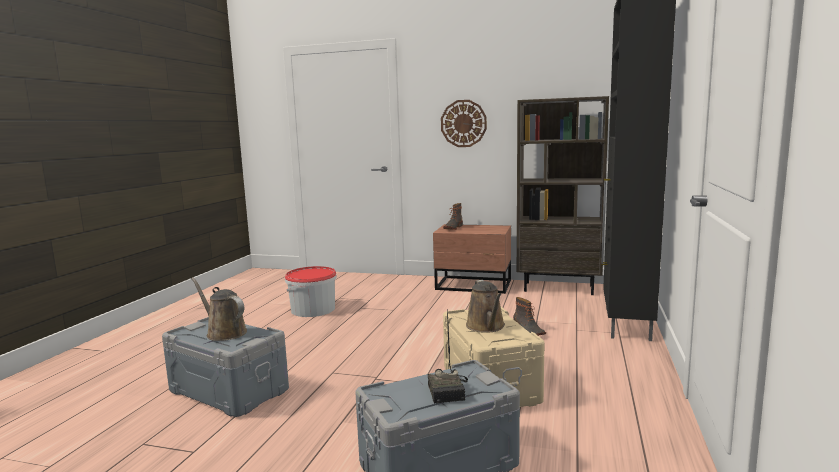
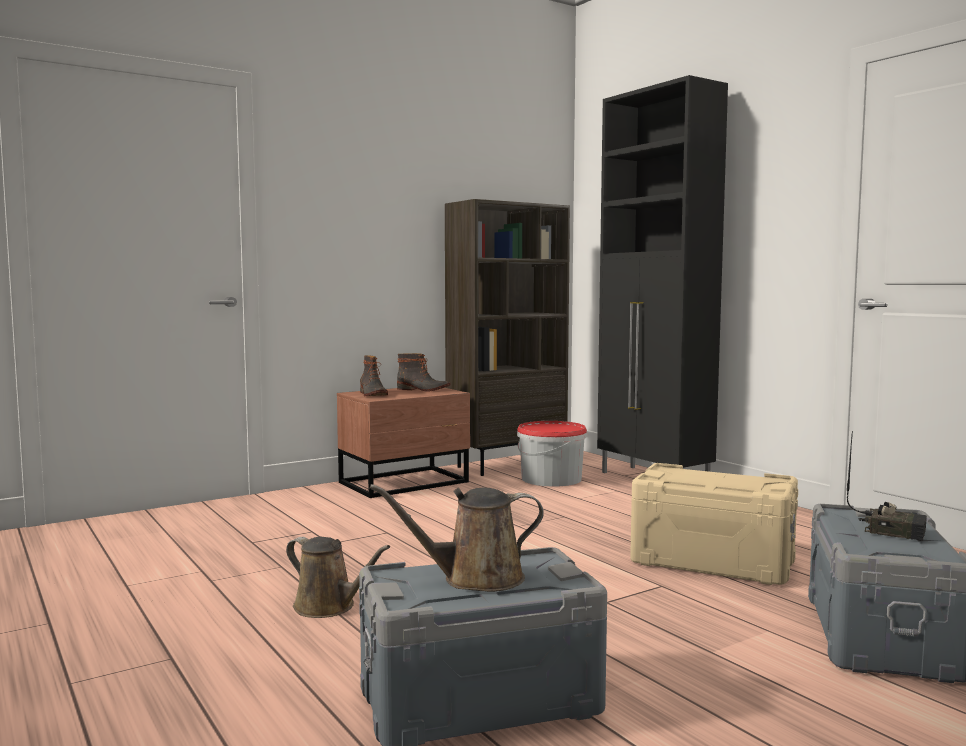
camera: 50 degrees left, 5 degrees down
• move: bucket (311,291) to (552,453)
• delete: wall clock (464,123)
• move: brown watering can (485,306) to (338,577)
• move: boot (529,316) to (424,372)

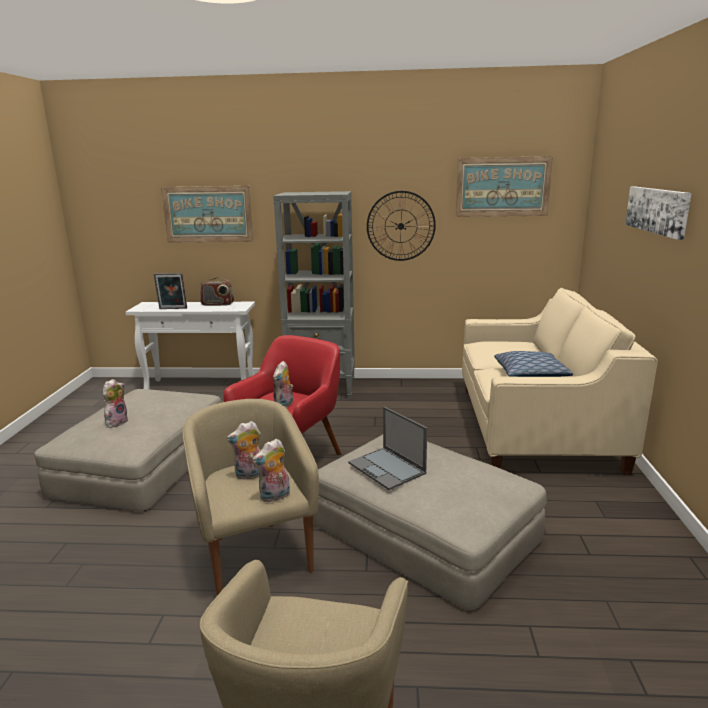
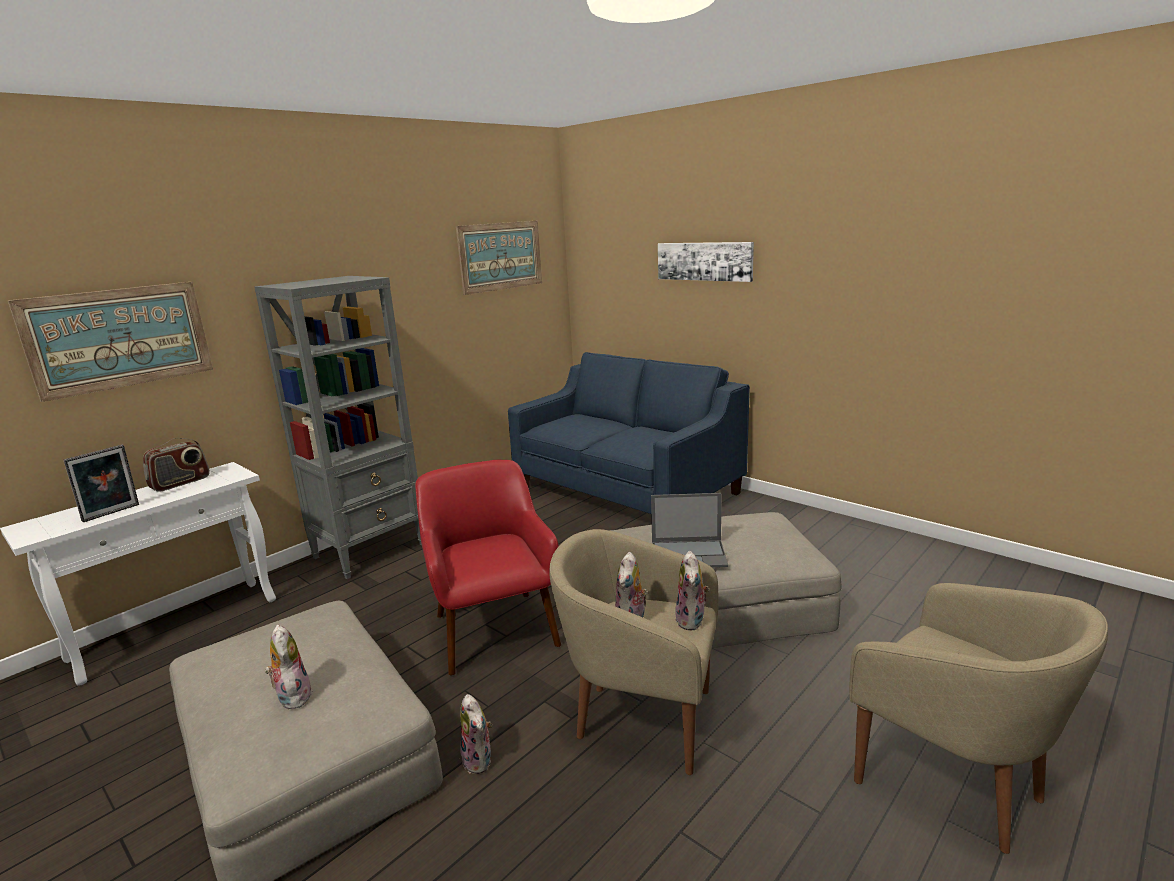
camera: 50 degrees left, 0 degrees up
• move: plush toy (283,384) to (476,734)
• delete: wall clock (401,226)
• recolor: beige sofa (560,381) to blue sofa (629,433)
• delete: pillow (533,364)

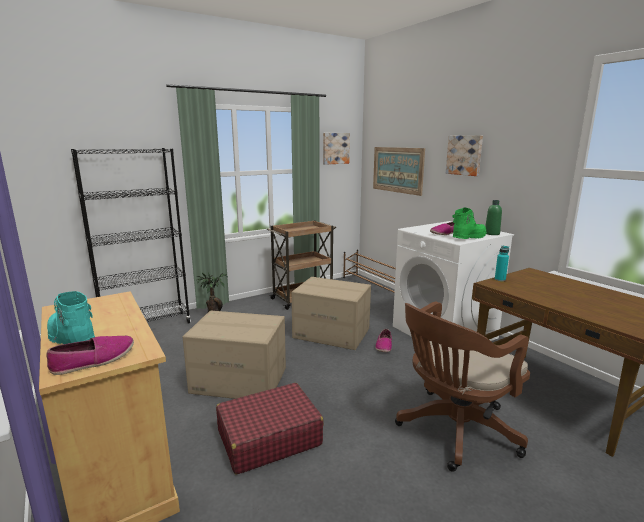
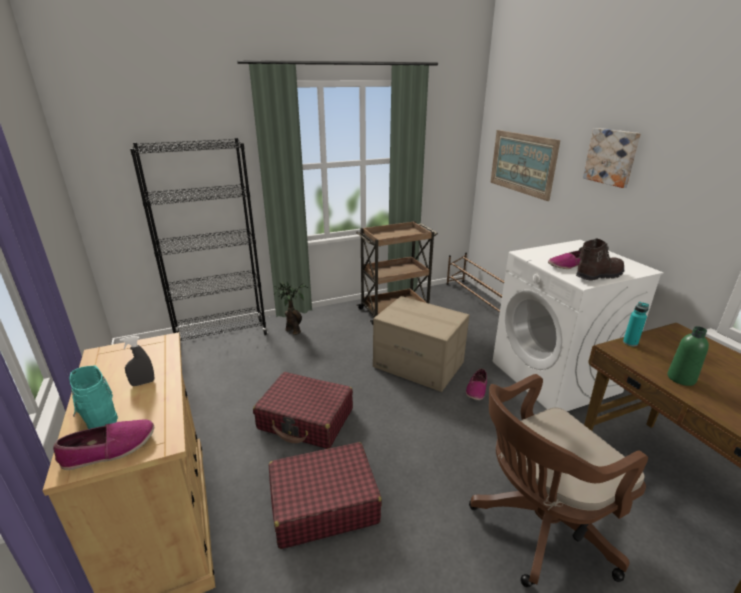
camera: 10 degrees right, 10 degrees up
• replace: cardboard box (234,355) to red suitcase (303,410)
• delete: picture (336,149)
• recolor: green boot (469,223) to brown boot (600,259)
• move: green bottle (493,217) to (688,356)
• insert: grey spray bottle (137,361)

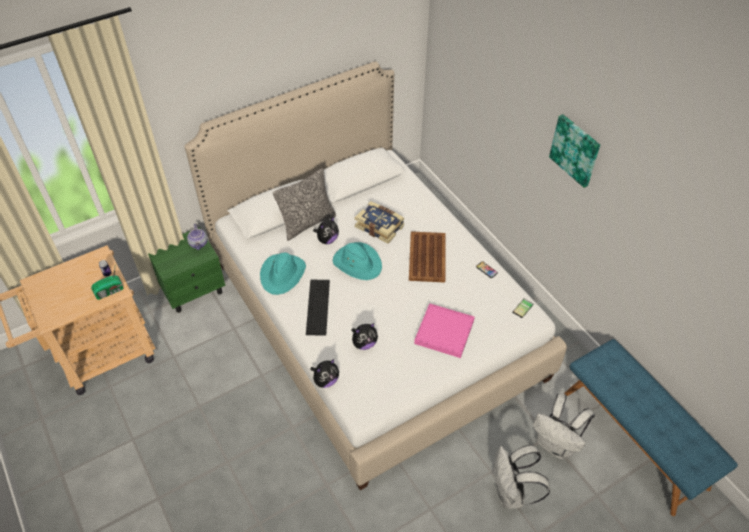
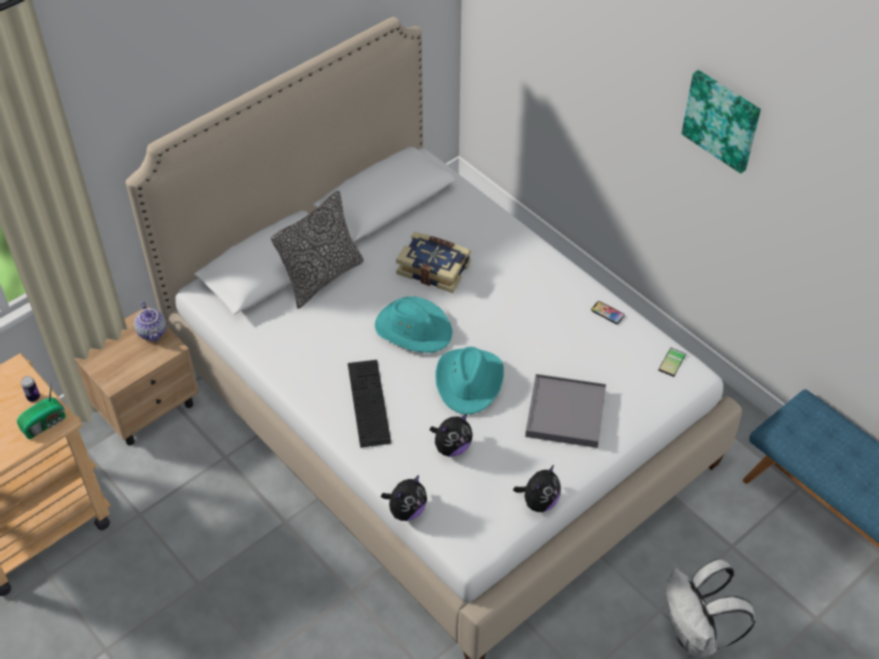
camera: 10 degrees left, 0 degrees up
• recolor: green nightstand (187,270) to beige nightstand (136,376)
• move: turquoise hat (283,274) to (470,381)
• move: plush toy (326,230) to (537,488)
• delete: brown tray (427,257)
• recolor: pink tray (444,330) to grey tray (565,411)
• delete: white backpack (564,426)

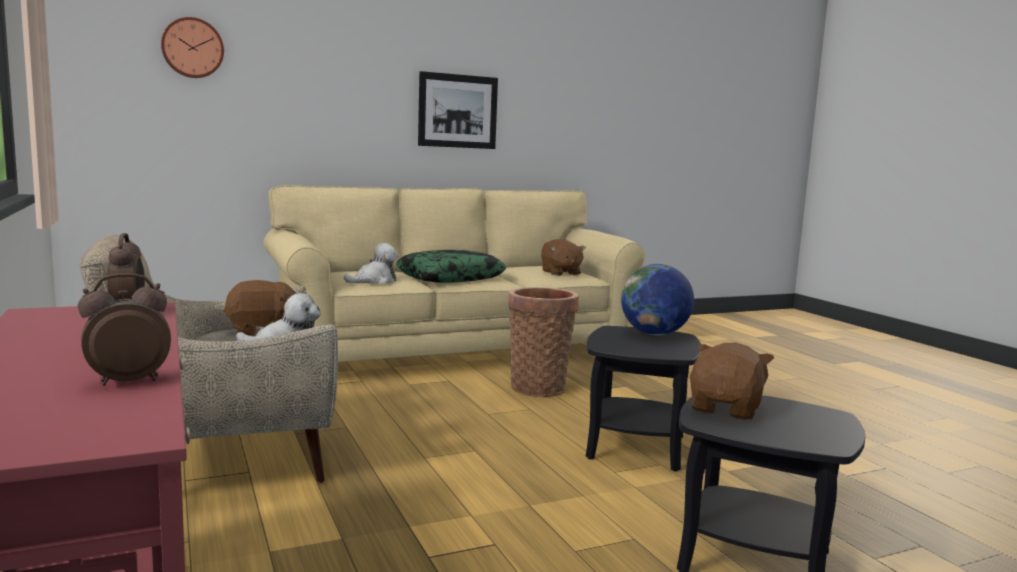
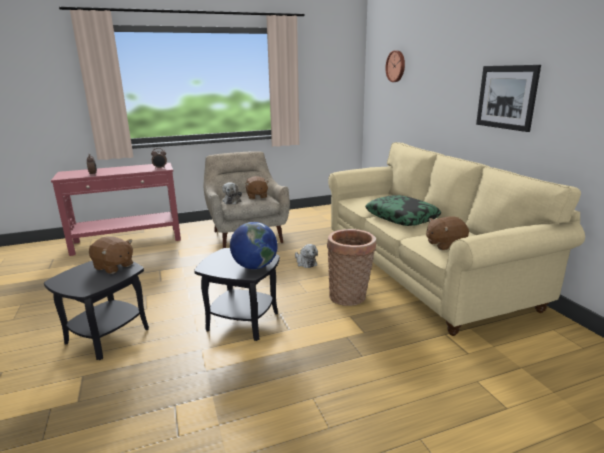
camera: 95 degrees right, 10 degrees up
• move: plush toy (371,263) to (306,256)

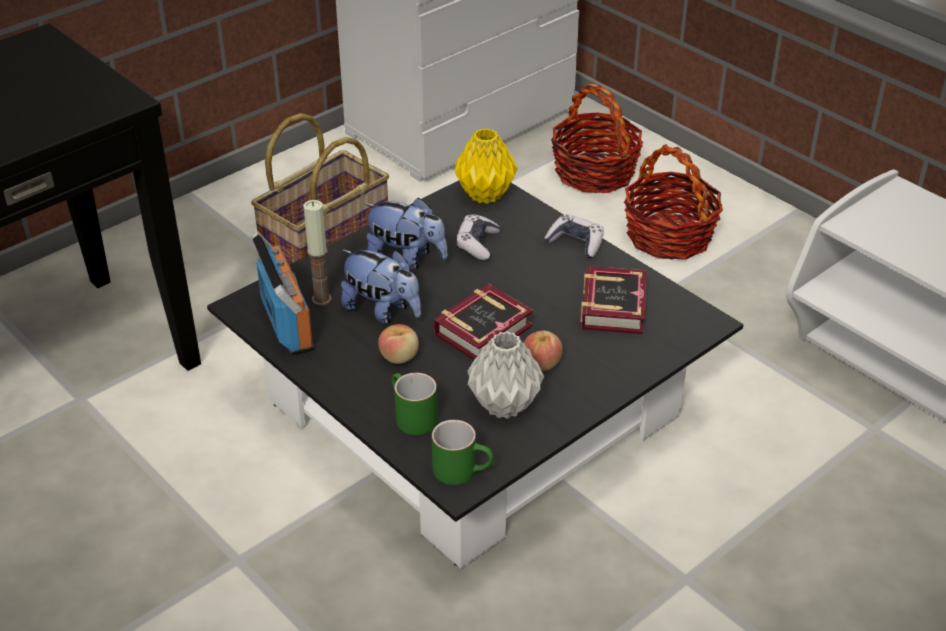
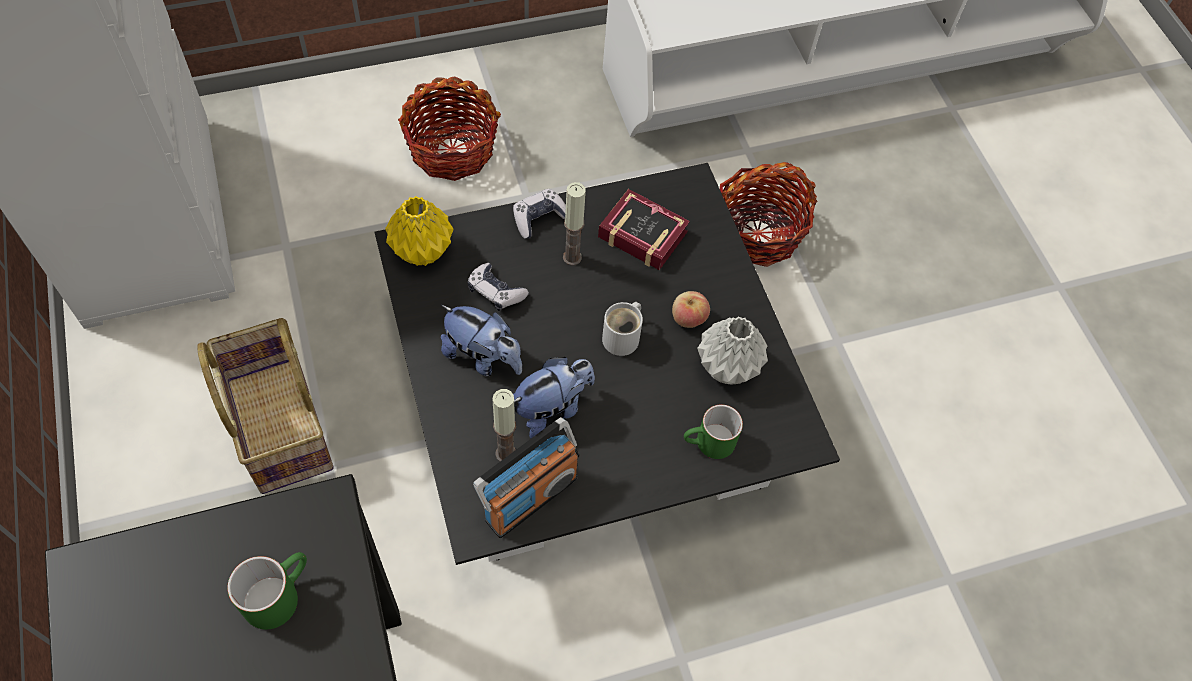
camera: 70 degrees left, 20 degrees up
• rotate: radio (282,293) = (526,477) 135 degrees clockwise
• rotate: plush toy (406,233) = (481,340) 75 degrees clockwise
• delete: apple (398,344)
• move: green mug (463,452) to (267,590)
• replace: book (483,322) to white mug (622,329)
• move: basket (597,138) to (769,214)
• insert: candle (574,224)

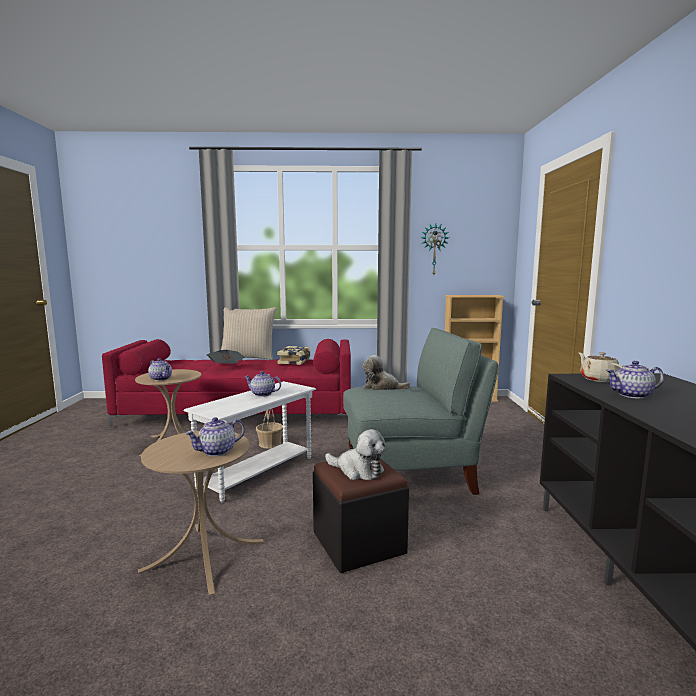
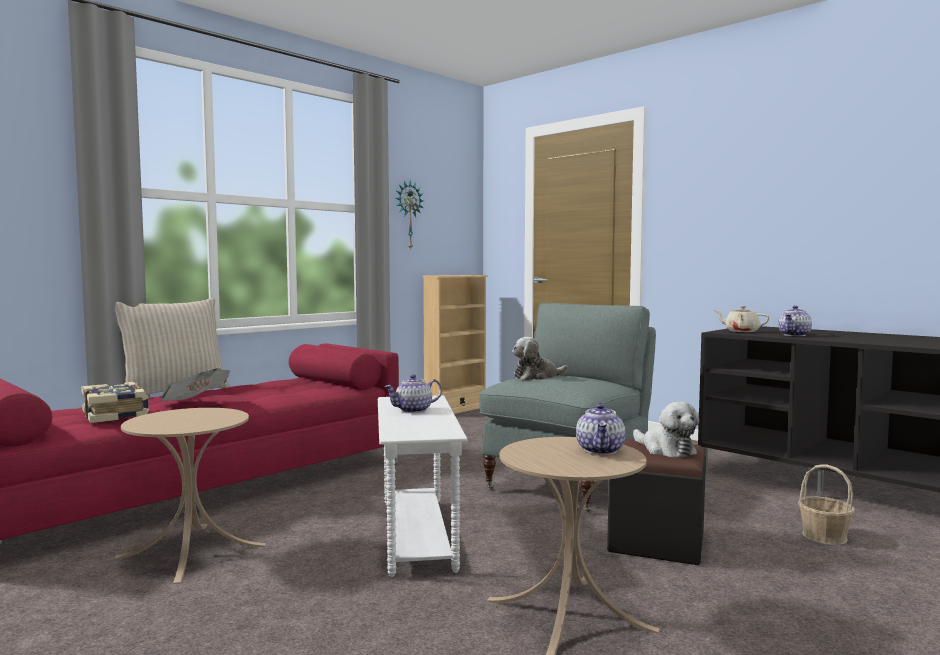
camera: 45 degrees left, 5 degrees down
• delete: teapot (160,369)
• move: basket (269,428) to (826,505)
• move: book (294,355) to (115,402)
• rotate: plush toy (355,454) = (666,430) 75 degrees clockwise

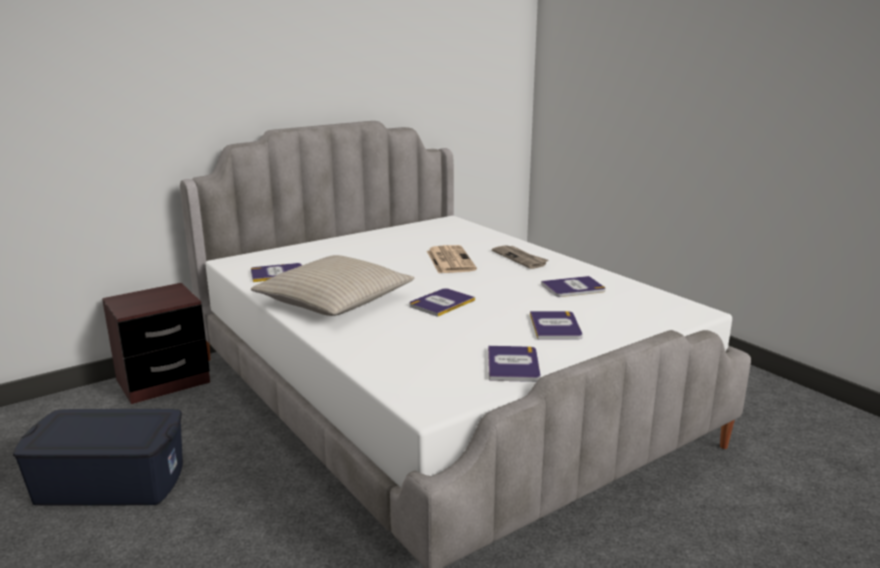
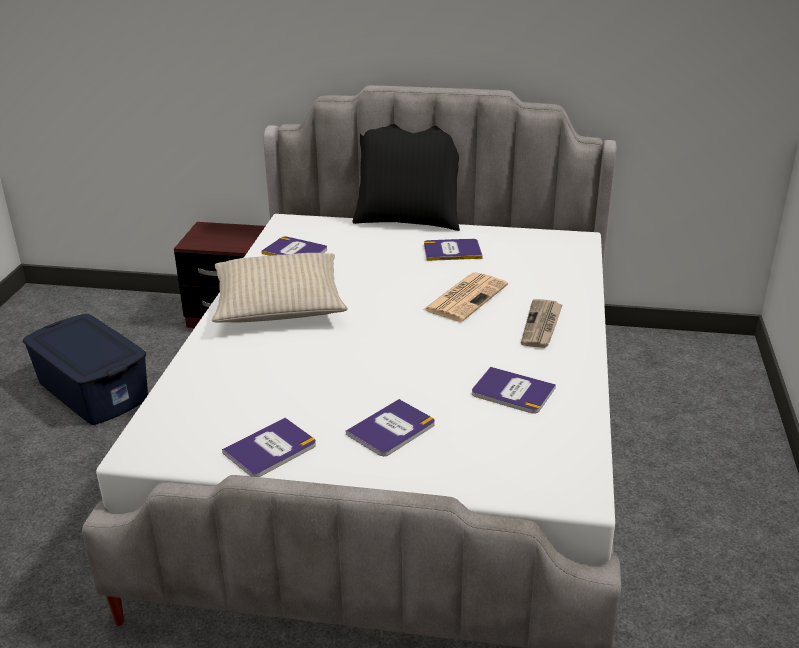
camera: 45 degrees right, 10 degrees up
• move: book (442,302) to (453,250)
• insert: black pillow (406,177)

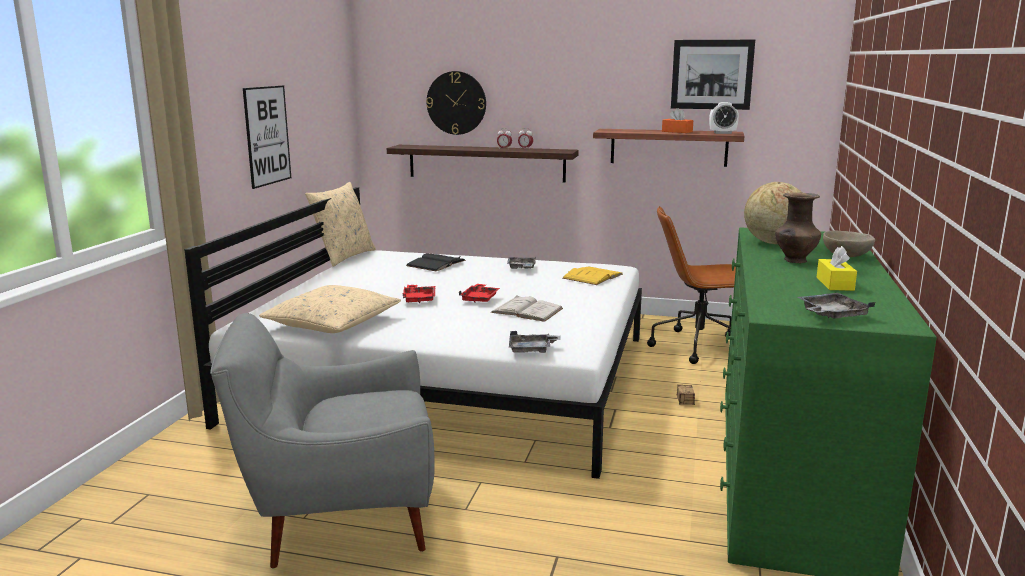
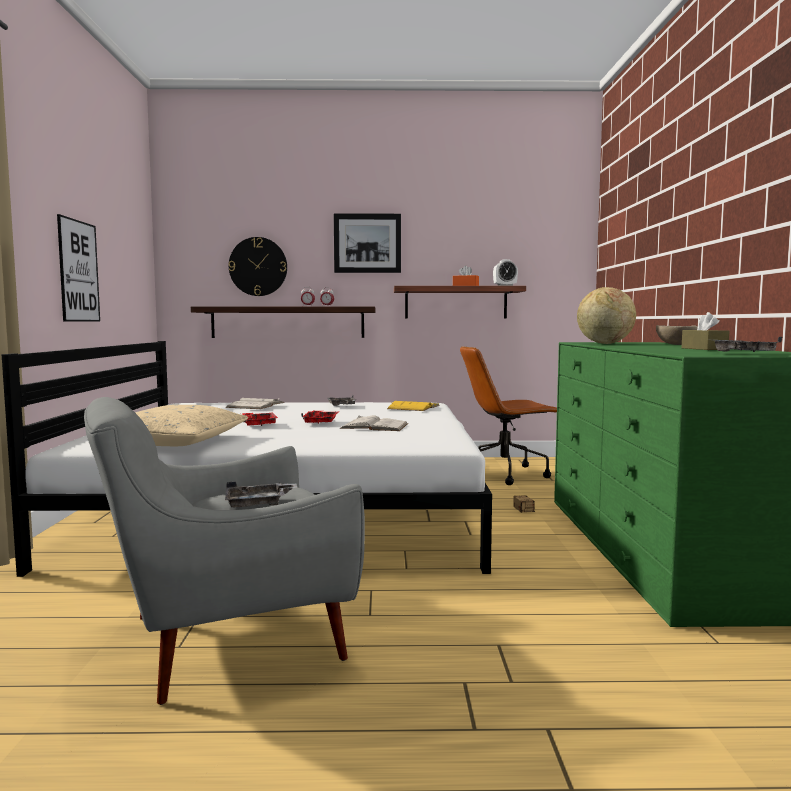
camera: 15 degrees left, 10 degrees down
• delete: beige pillow (340,224)
• recolor: black book (436,262) to white book (255,403)
• move: grey tray (535,342) to (261,494)
• move: picture (713,75) to (367,243)
• delete: brown vase (798,227)
• recolor: yellow tissue box (837,268) to brown tissue box (705,331)

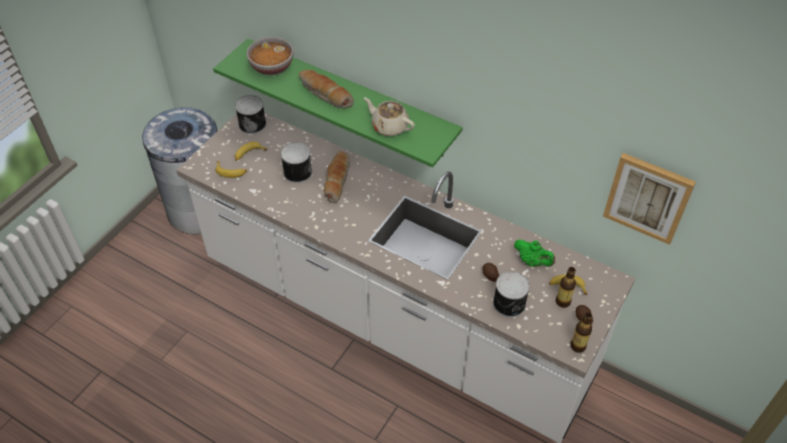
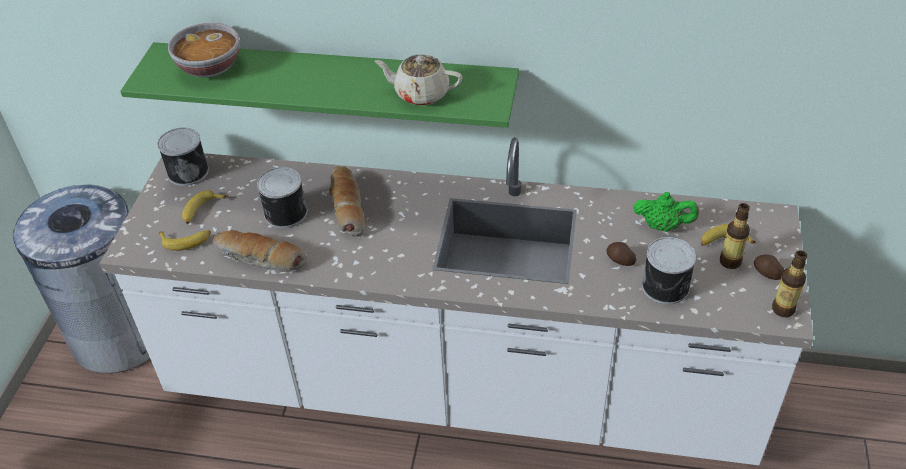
camera: 20 degrees left, 5 degrees down
• move: bread (326,89) to (260,251)
• delete: picture (649,199)

